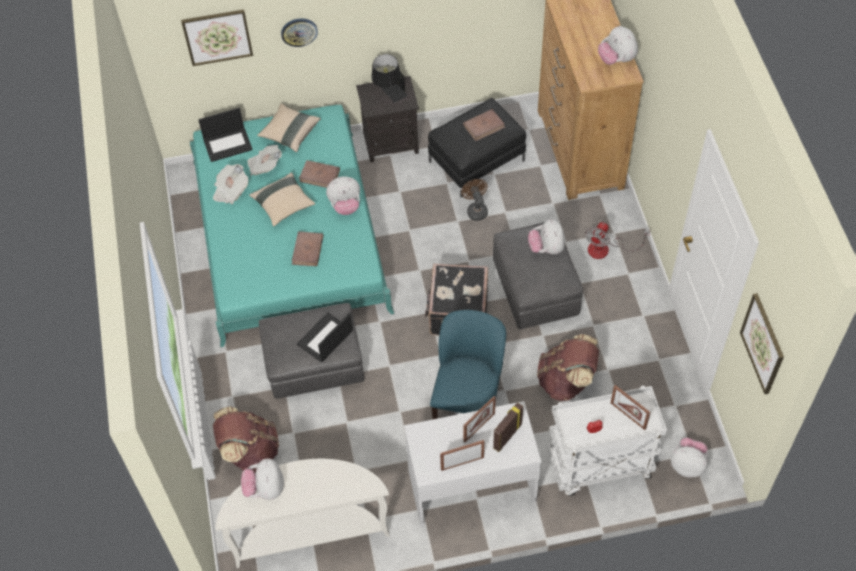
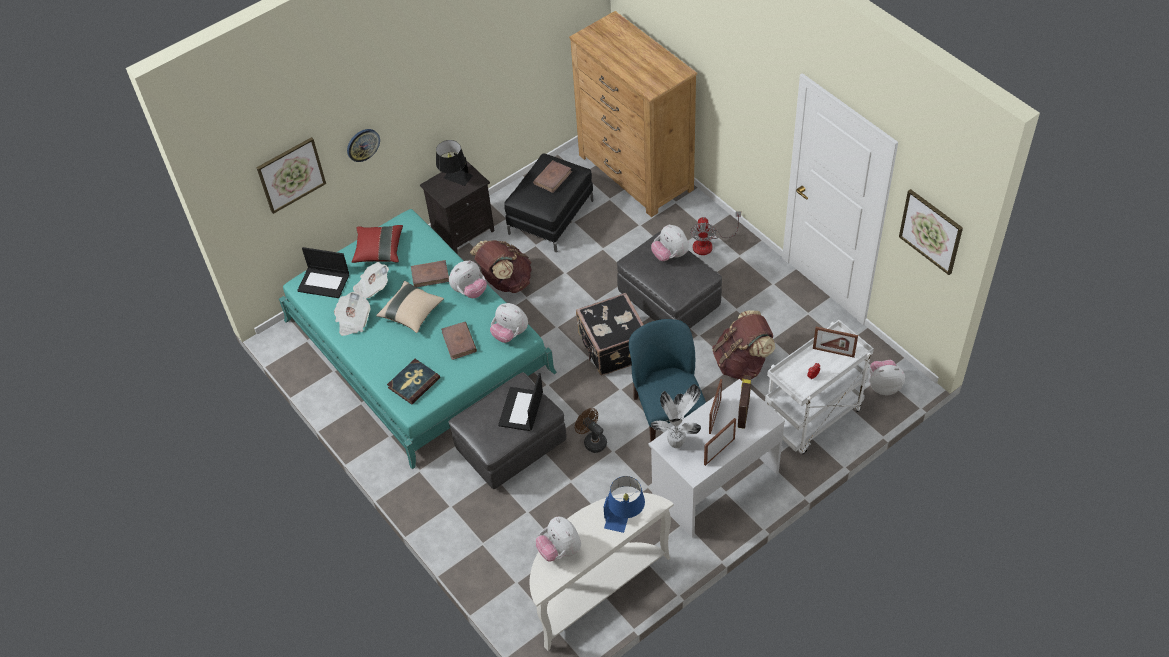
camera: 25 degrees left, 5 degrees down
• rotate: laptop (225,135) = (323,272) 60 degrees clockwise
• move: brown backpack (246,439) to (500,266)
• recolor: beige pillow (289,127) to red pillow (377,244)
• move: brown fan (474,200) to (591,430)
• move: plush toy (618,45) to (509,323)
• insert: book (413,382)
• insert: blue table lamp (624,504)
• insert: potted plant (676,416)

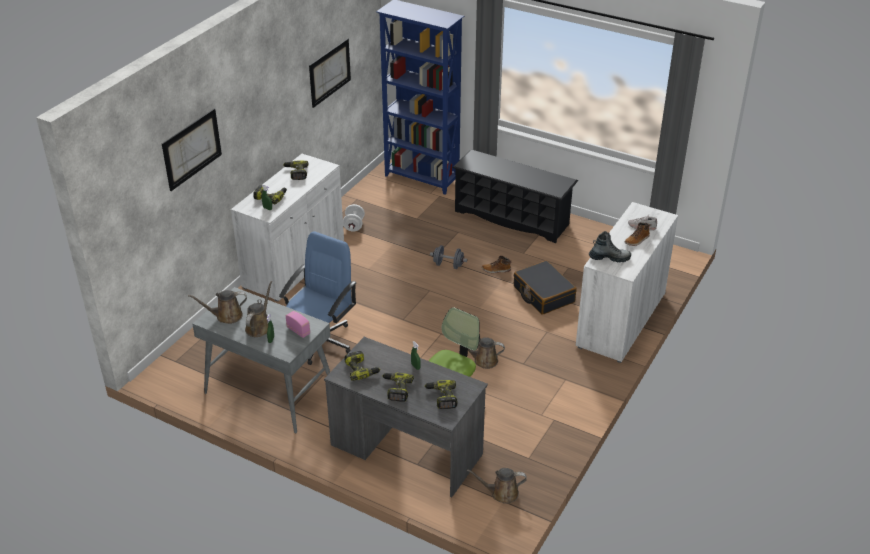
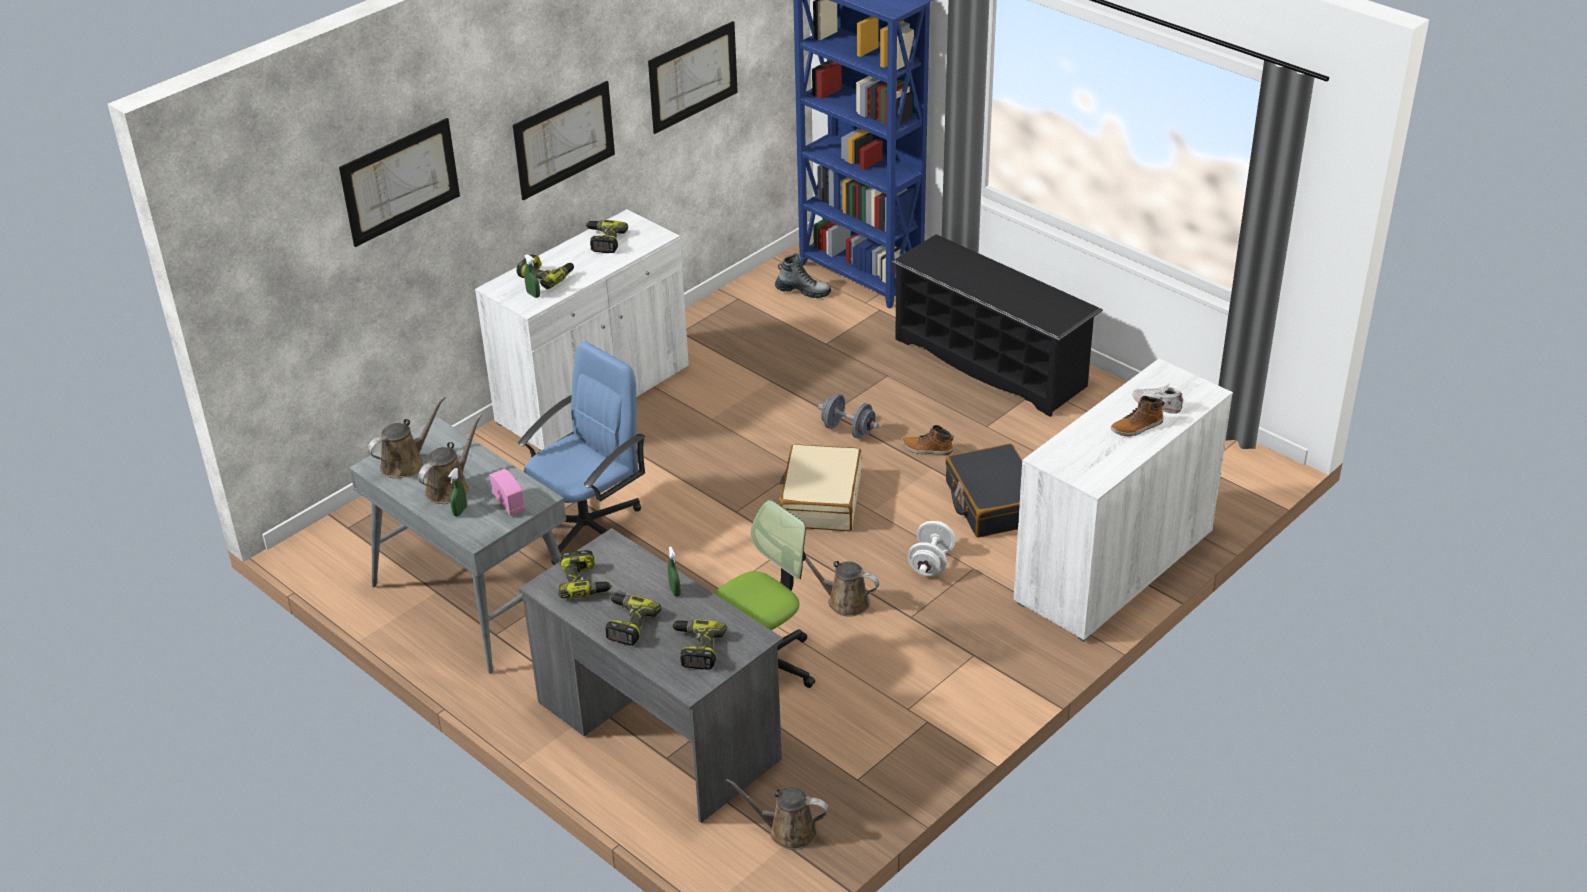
camera: 15 degrees right, 0 degrees up
• rotate: brown watering can (217,307) = (407,437) 135 degrees clockwise
• move: white dumbbell (354,217) to (931,548)
• move: boot (610,246) to (803,275)
• insert: picture (564,140)
• insert: beige suitcase (820,487)

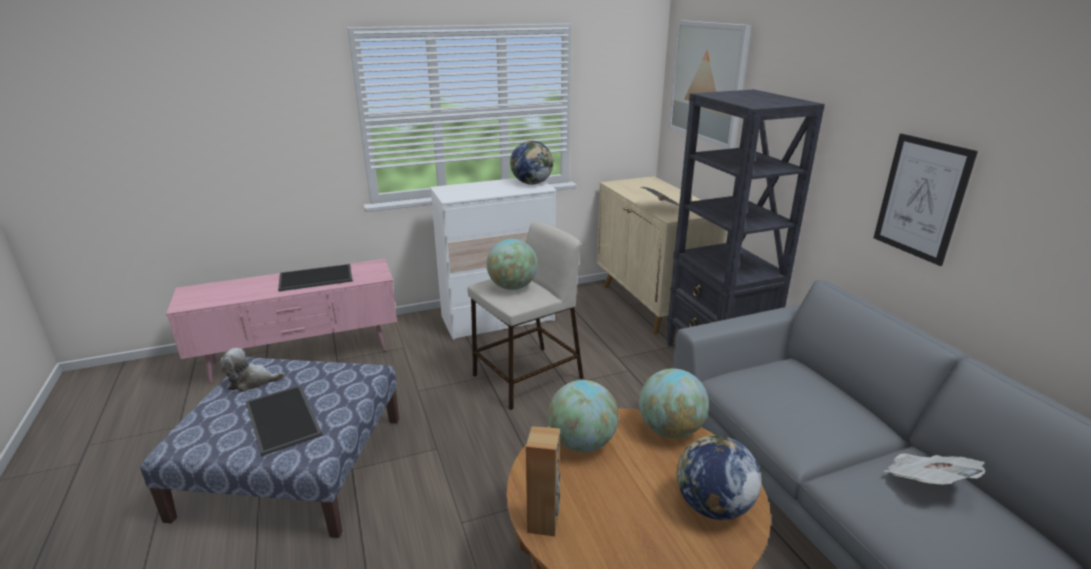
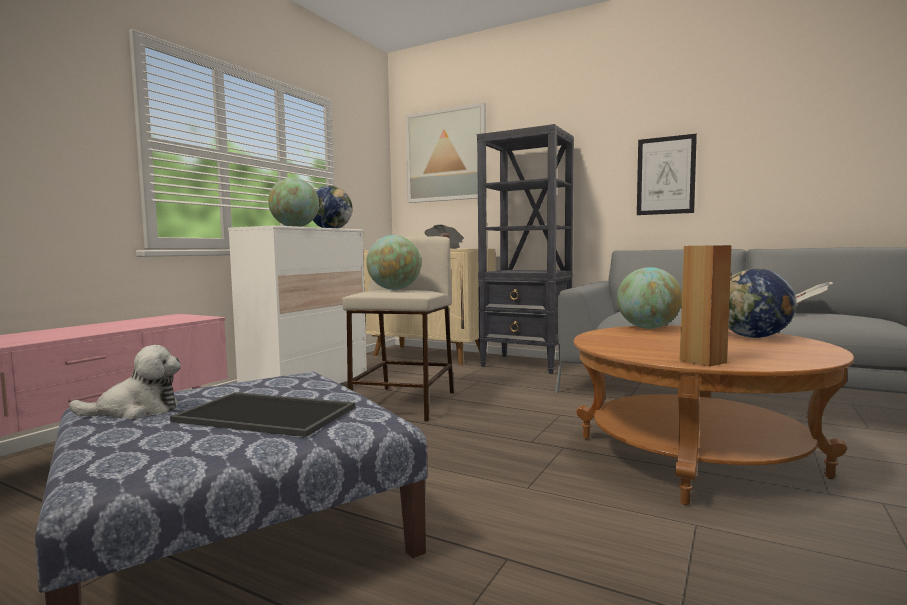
camera: 40 degrees left, 20 degrees down
• rotate: plush toy (252,370) = (125,382) 150 degrees counterclockwise
• delete: tray (315,277)
• move: globe (583,416) to (293,202)

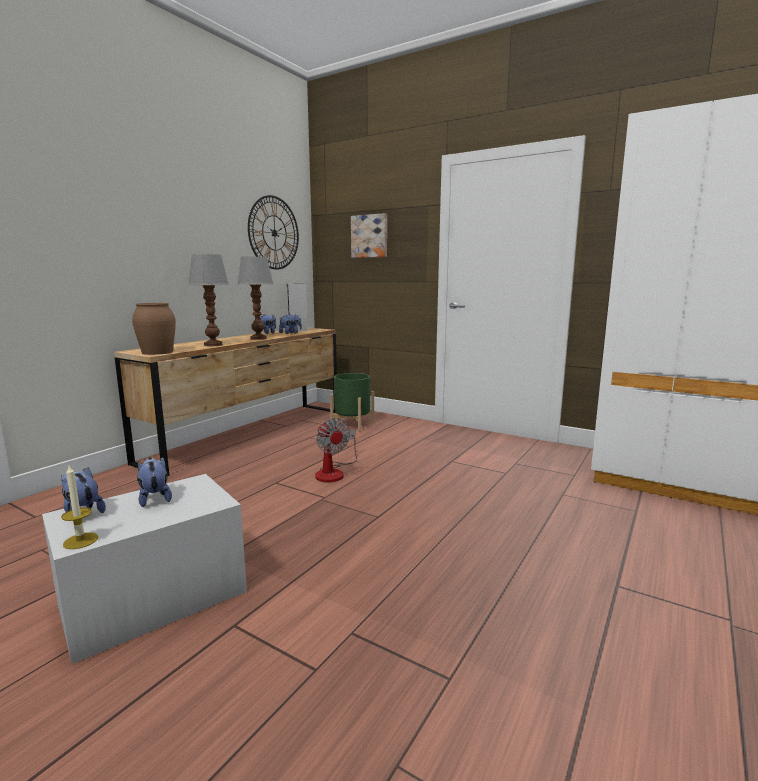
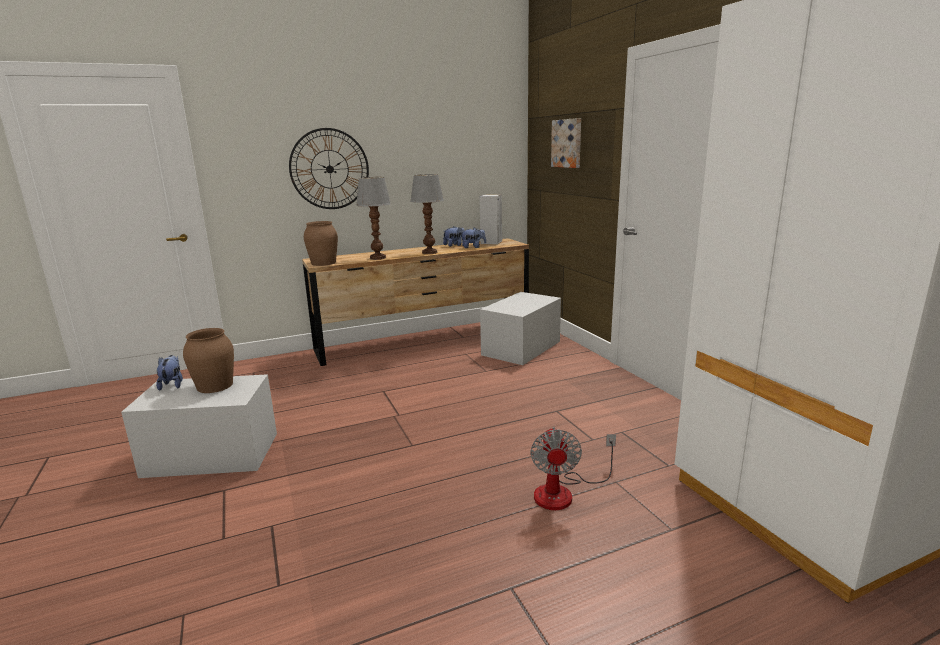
camera: 35 degrees right, 5 degrees up
• delete: candle (79,507)
• replace: plush toy (154,482) to brown vase (208,360)
• move: wall clock (273,232) to (329,168)
• move: fan (336,450) to (573,468)
• replace: green planter (352,402) to white storage box (520,328)

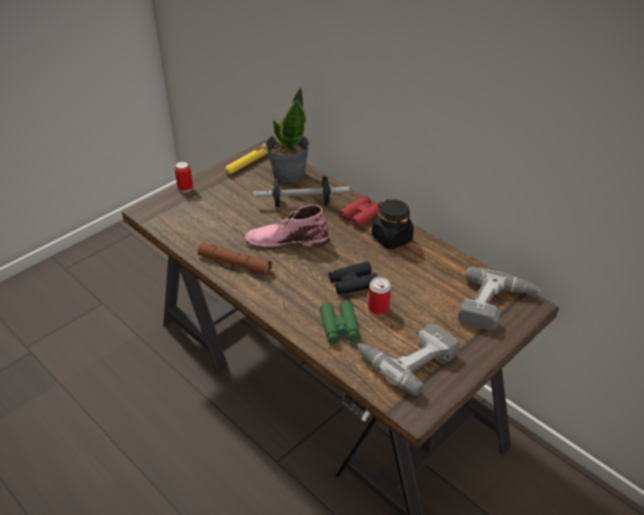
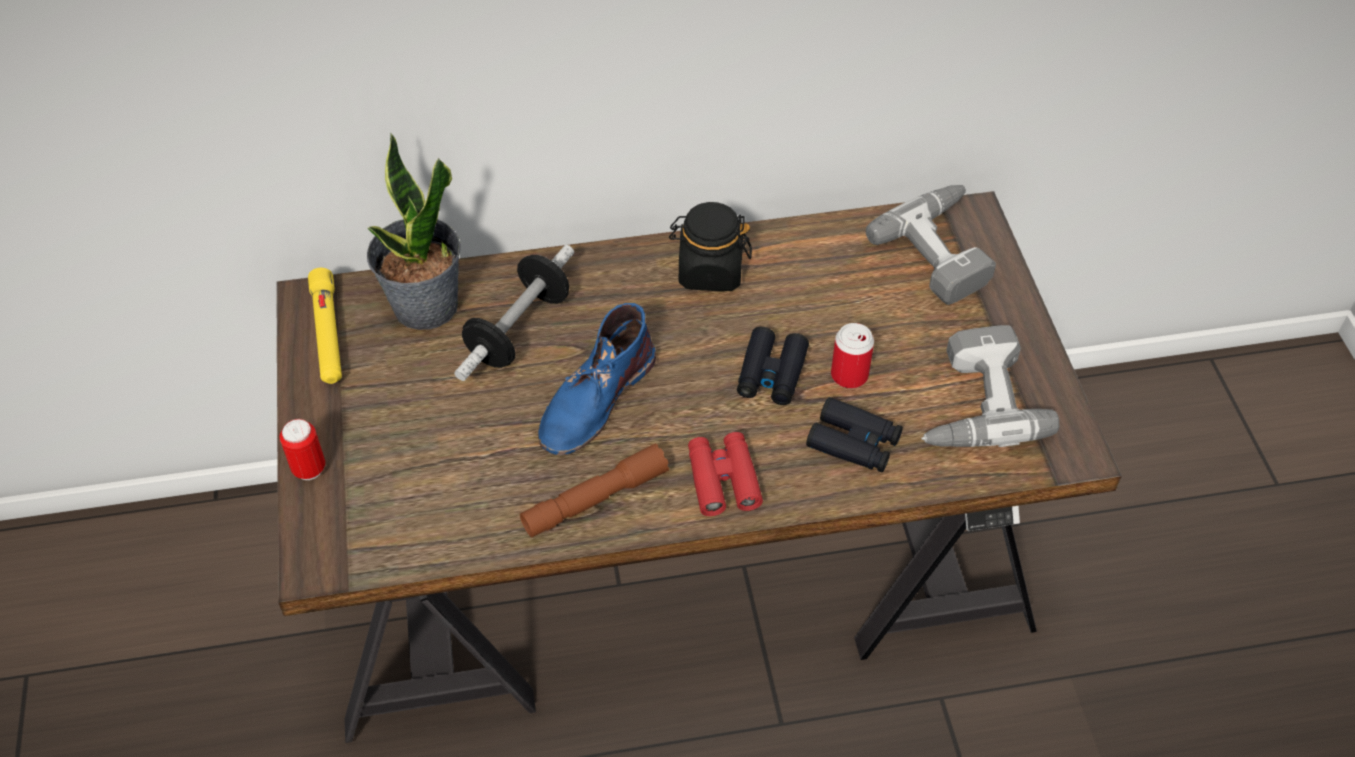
camera: 55 degrees left, 10 degrees up
• recolor: pink boot (287,227) to blue boot (597,379)
• recolor: green binoculars (340,322) to black binoculars (854,434)
• move: red binoculars (359,211) to (725,474)

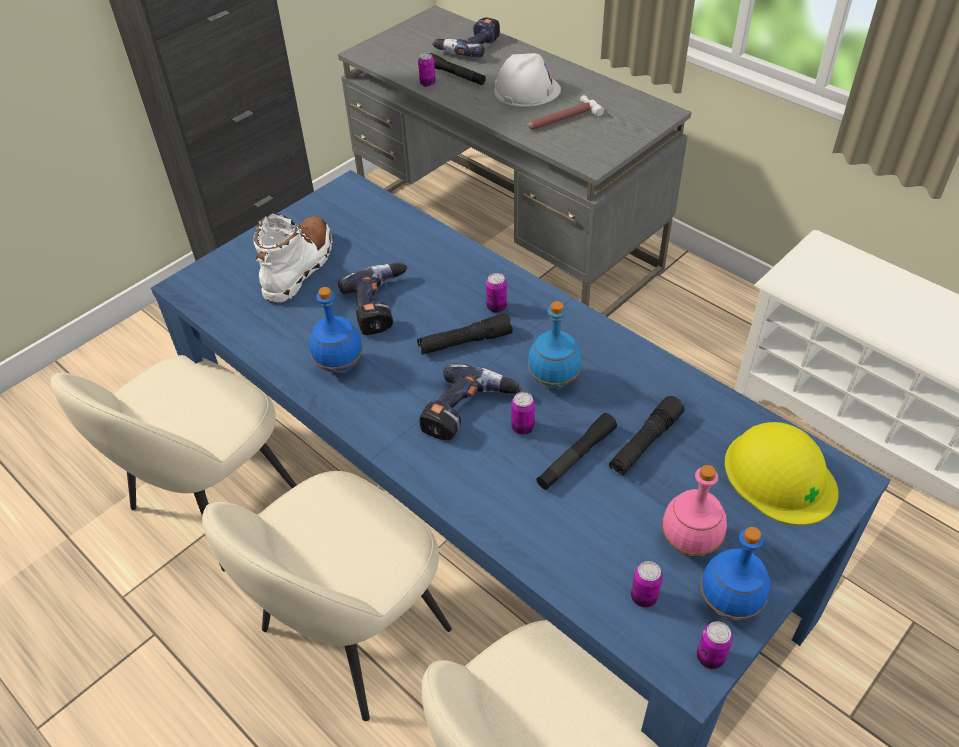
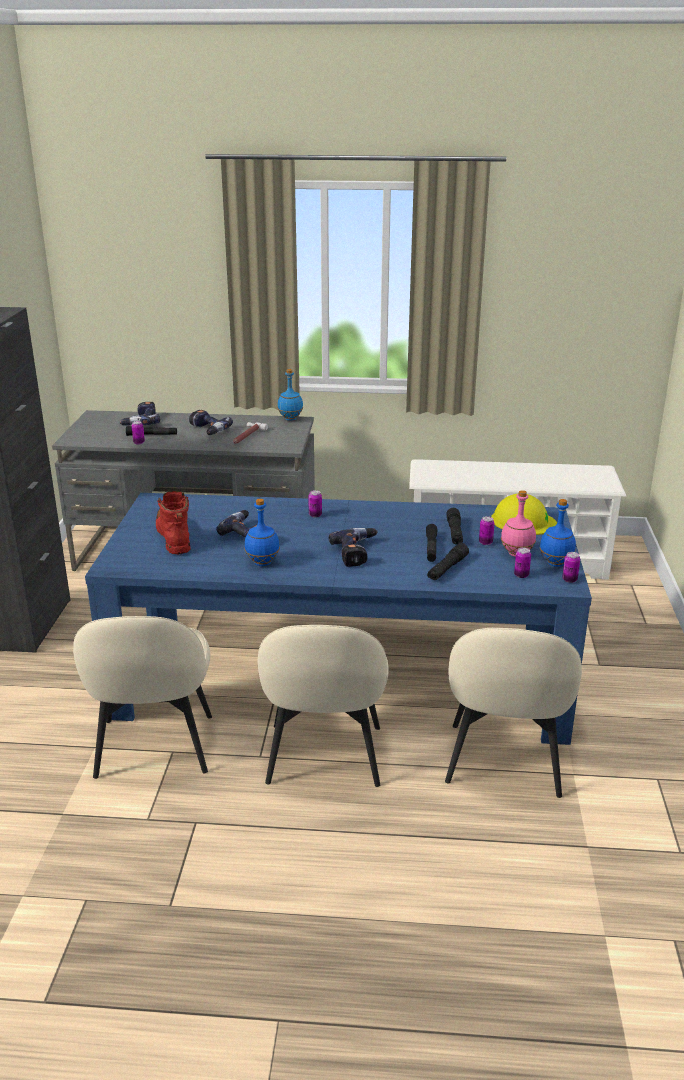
camera: 40 degrees left, 20 degrees down
• recolor: white boot (293,258) to red boot (173,522)
• move: black flashlight (465,333) to (448,561)
• replace: white hard hat (527,80) to power drill (211,422)
• move: can (523,413) to (486,530)
• move: blue bottle (555,345) to (290,395)

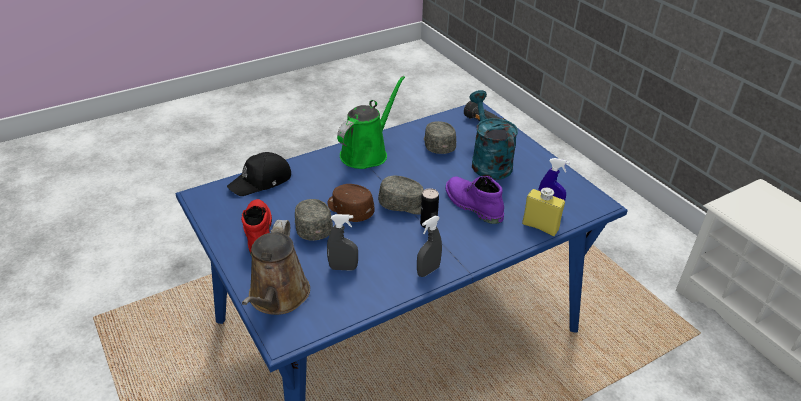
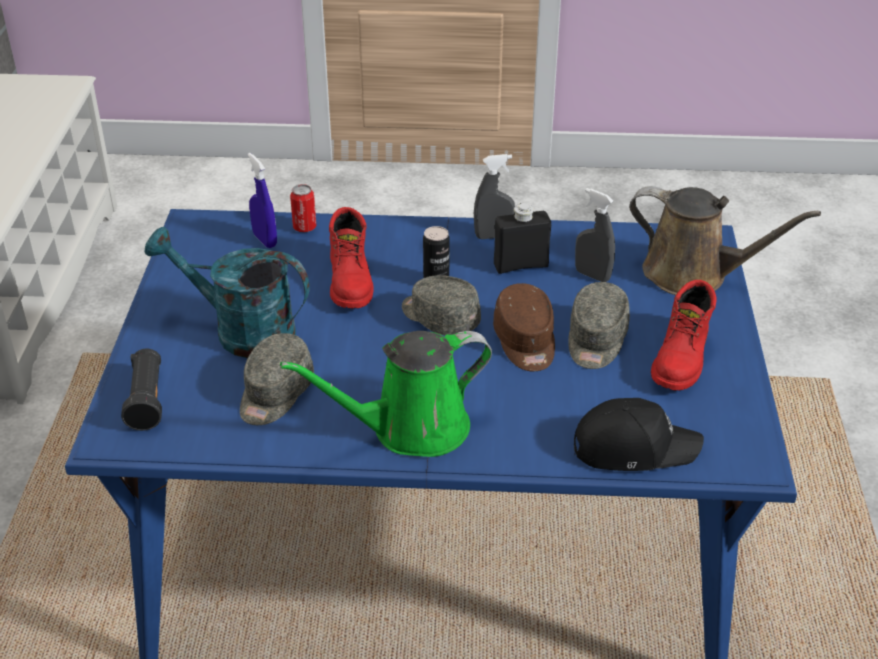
camera: 145 degrees left, 0 degrees up
• rotate: brown watering can (276,267) = (725,240) 75 degrees clockwise
• recolor: purple boot (475,200) to red boot (351,257)
• rotate: turquoise watering can (493,135) = (227,292) 90 degrees clockwise
• replace: yellow bottle (543,212) to can (303,208)
• insert: black bottle (522,238)

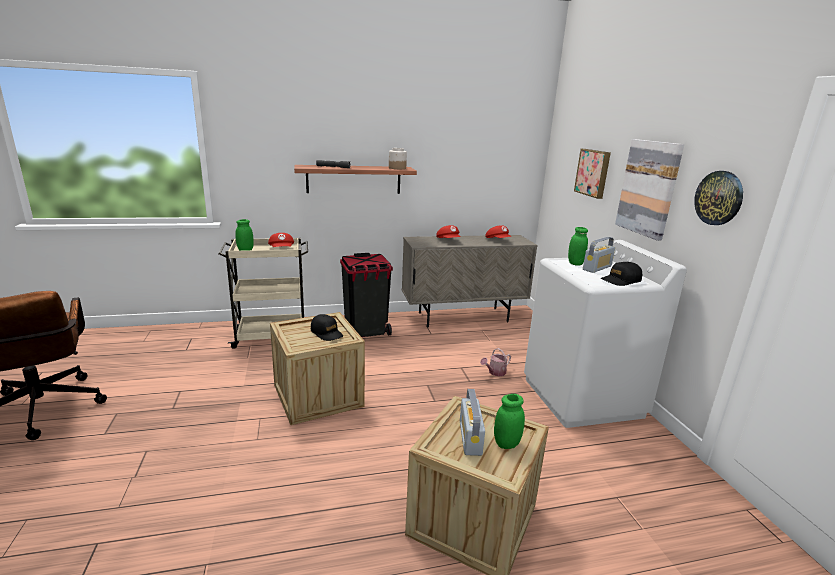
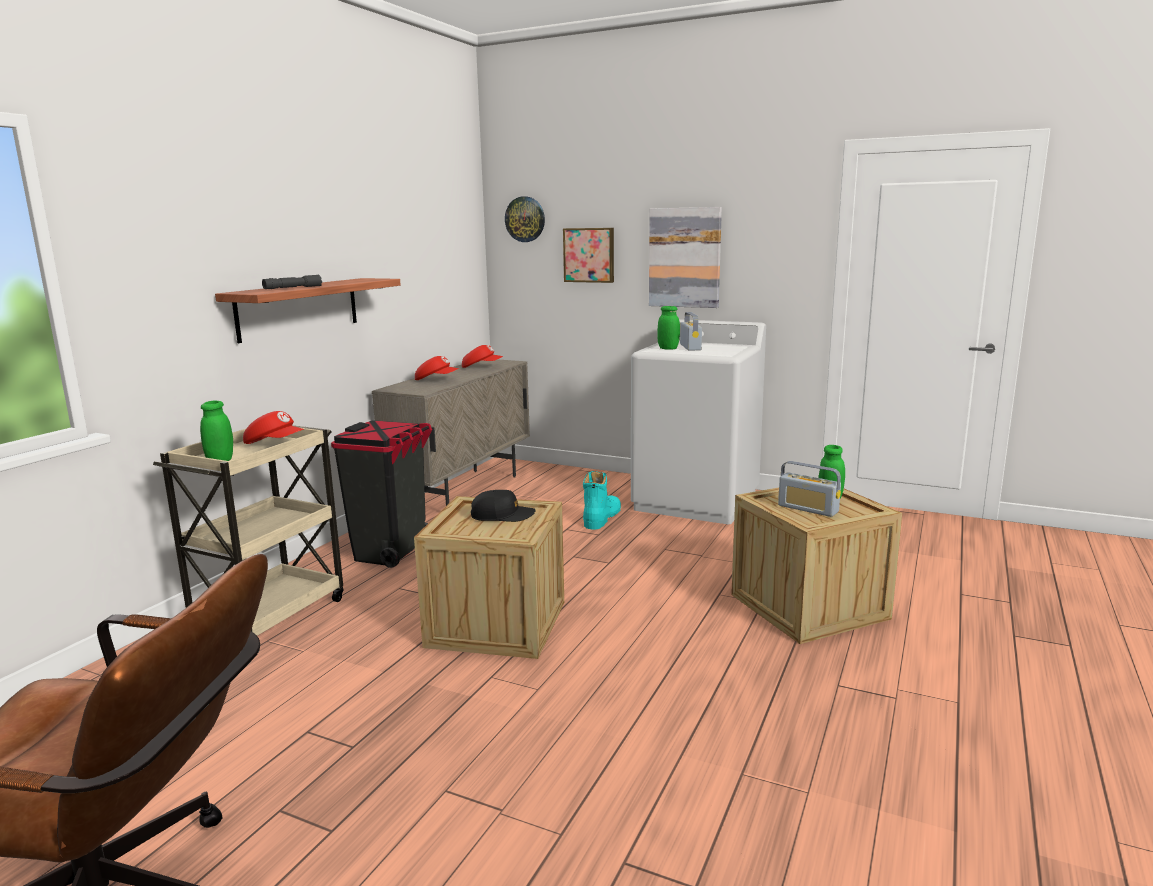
camera: 50 degrees left, 5 degrees down
• delete: jar (398,158)
• replace: watering can (495,362) to turquoise boot (602,500)
• delete: black cap (621,274)
• move: wall clock (718,198) to (525,219)

